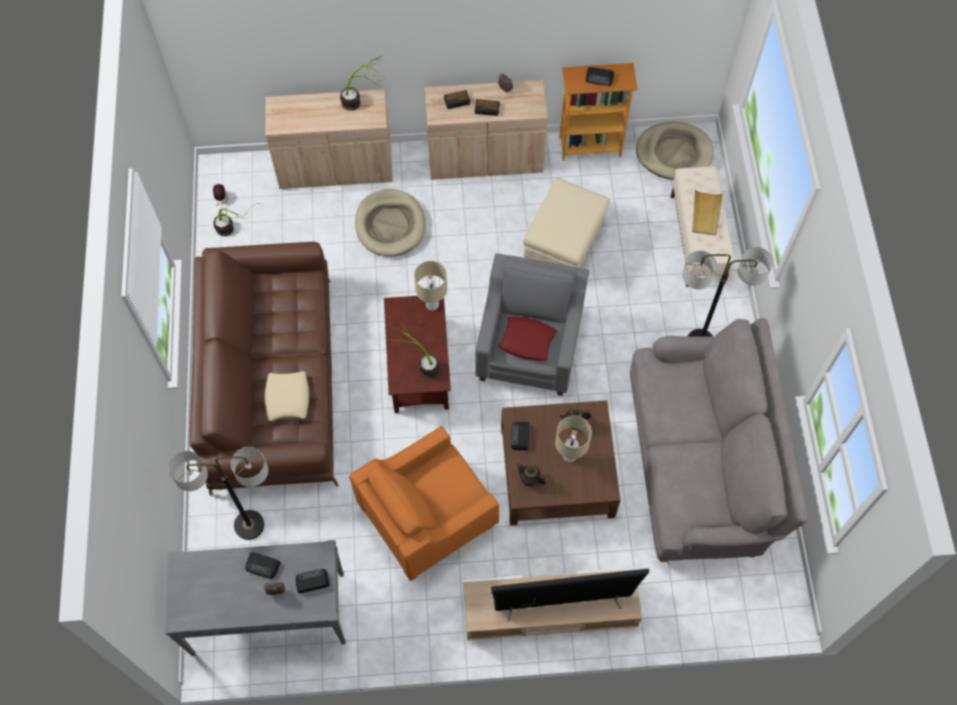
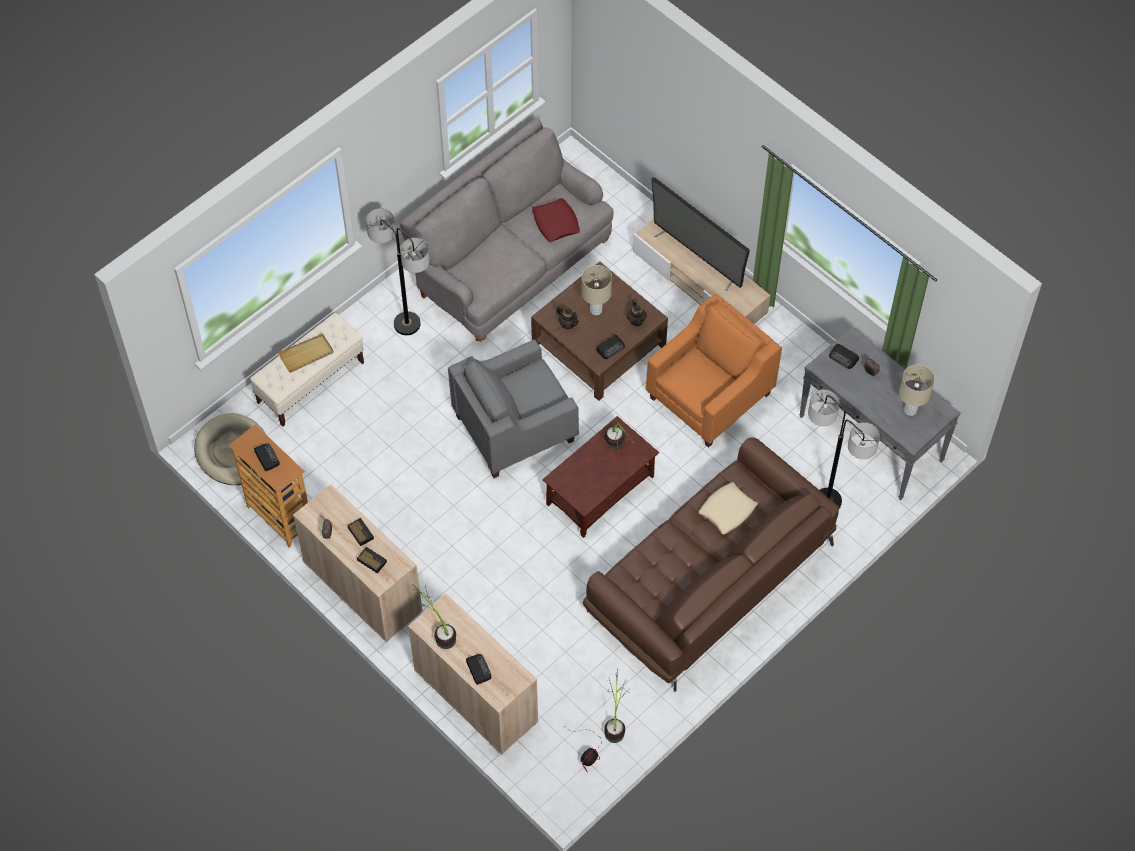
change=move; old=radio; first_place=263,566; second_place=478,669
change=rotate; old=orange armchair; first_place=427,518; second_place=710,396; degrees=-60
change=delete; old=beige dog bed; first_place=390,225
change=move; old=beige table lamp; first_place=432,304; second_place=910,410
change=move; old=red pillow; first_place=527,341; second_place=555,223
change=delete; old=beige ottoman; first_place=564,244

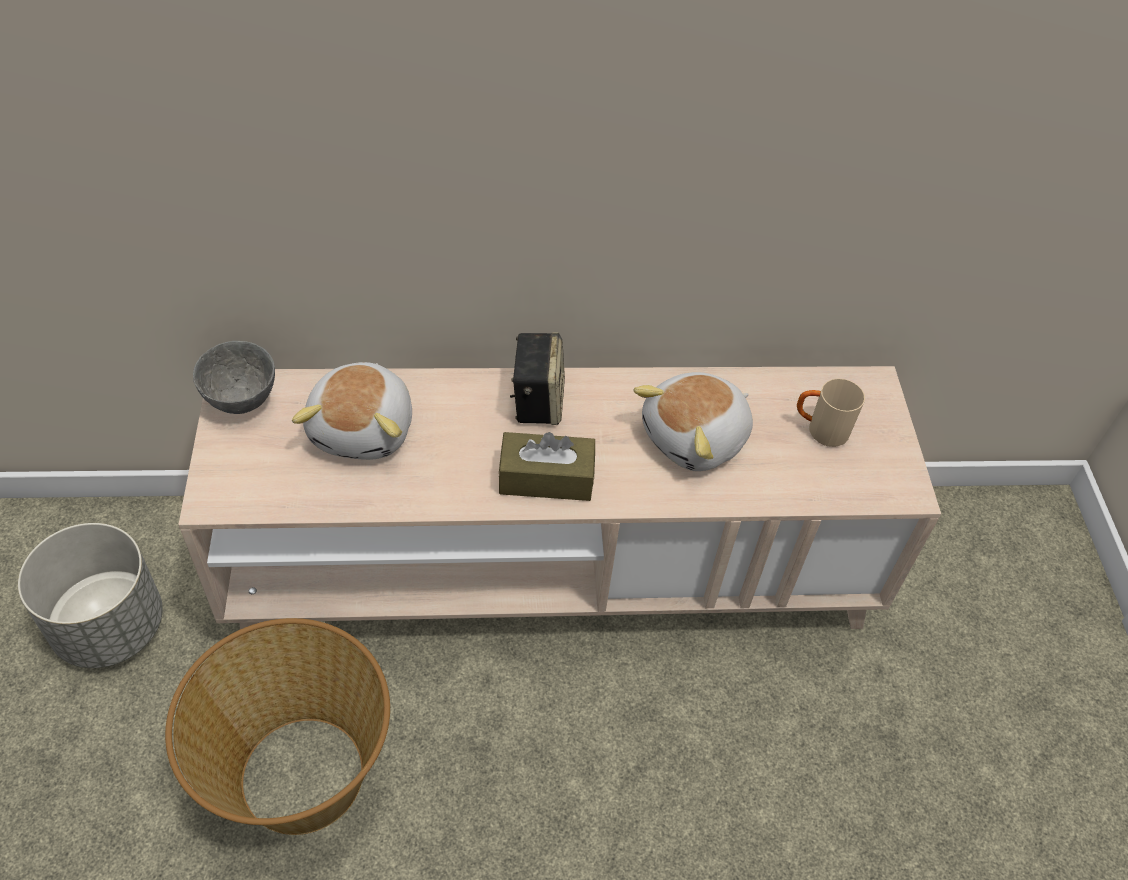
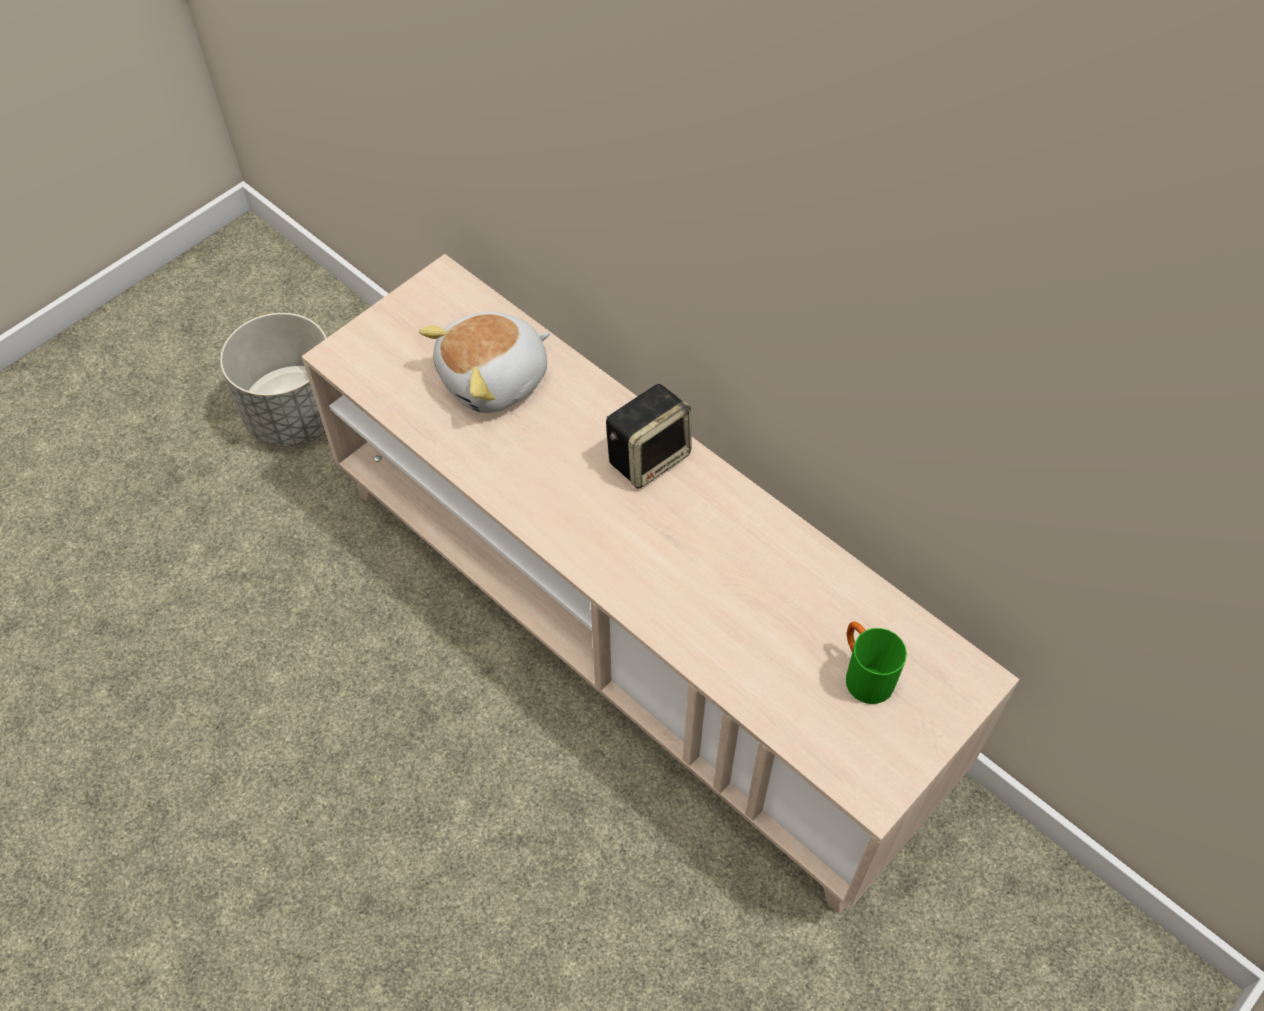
change=delete; old=basket; first_place=299,775
change=delete; old=grey bowl; first_place=243,400
change=delete; old=brown tissue box; first_place=546,478
change=delete; old=plush toy; first_place=696,438
change=recolor; old=beige mug; new=green mug; first_place=820,429; second_place=863,674

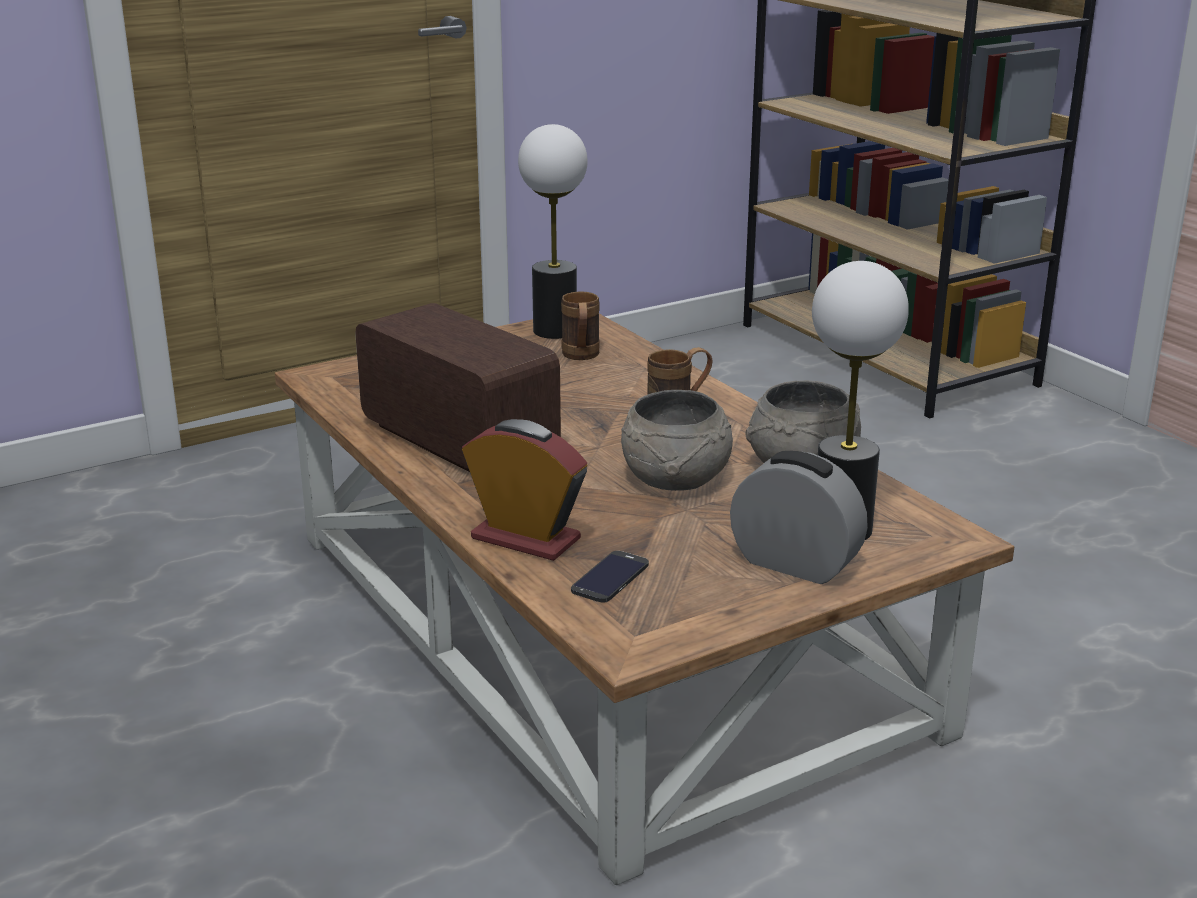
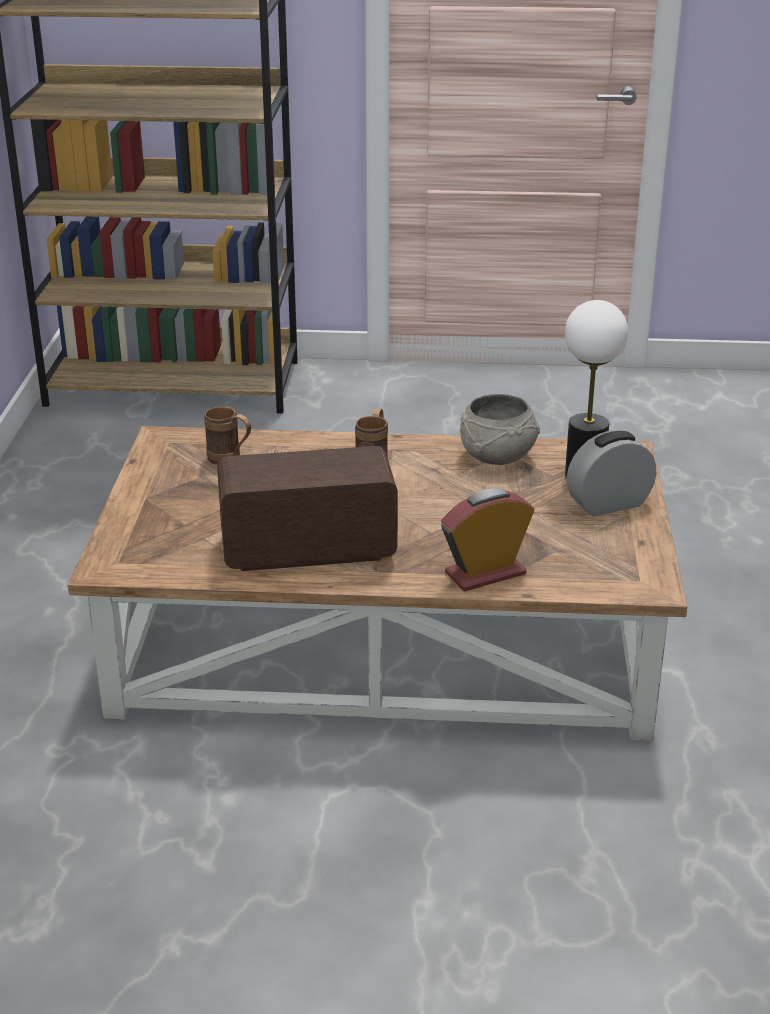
change=delete; old=table lamp; first_place=554,331
change=delete; old=phone; first_place=610,577
change=delete; old=grey bowl; first_place=677,479

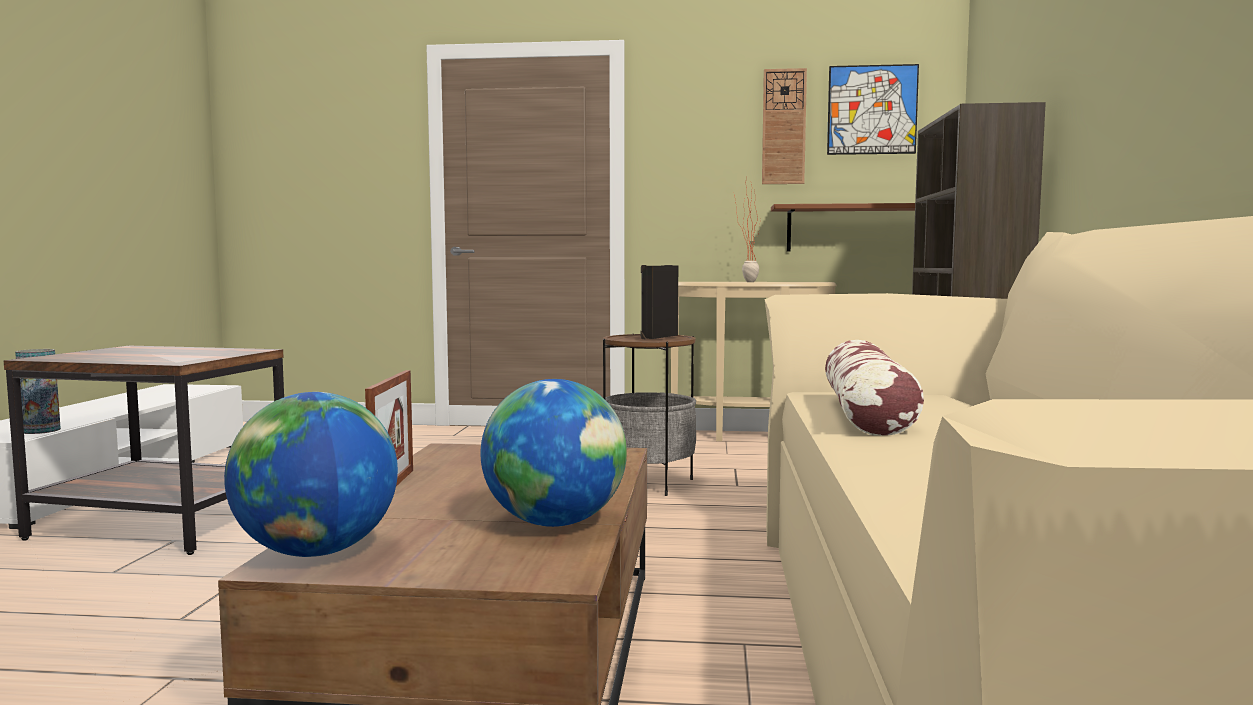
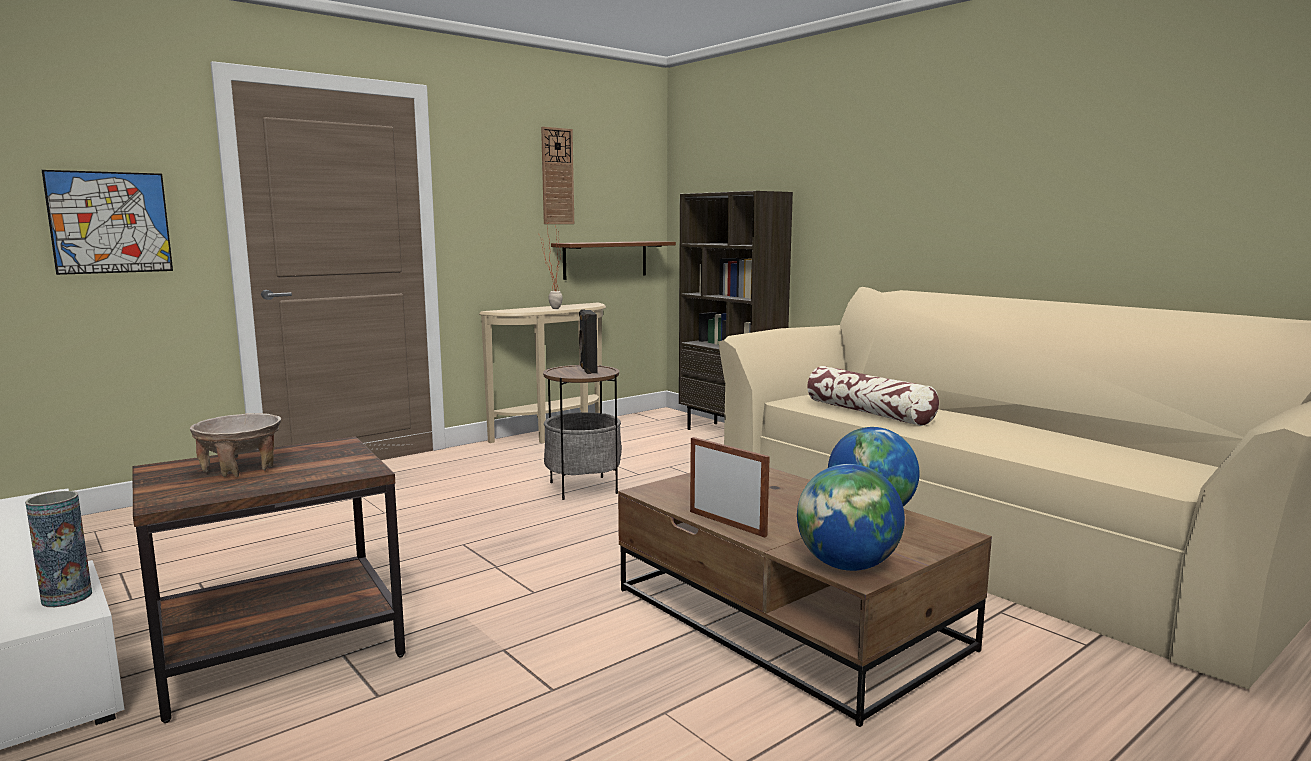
change=move; old=picture; first_place=872,110; second_place=110,222
change=insert; new=beige bowl; second_place=241,468

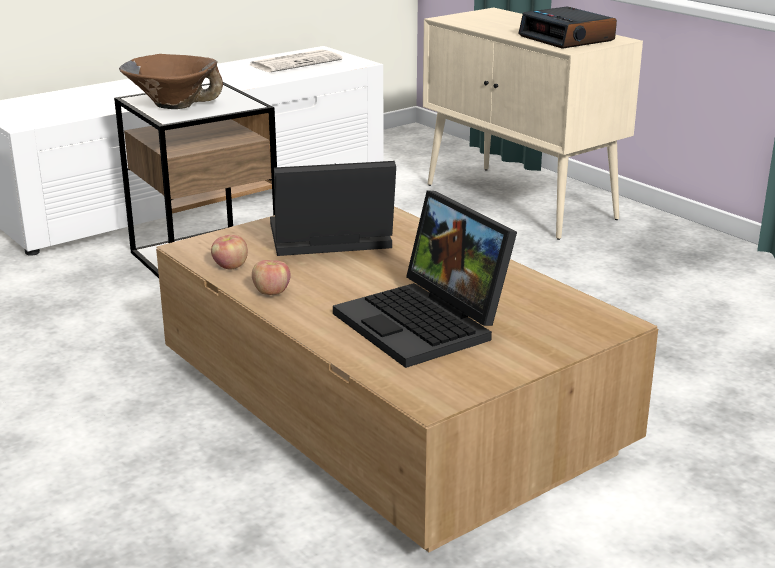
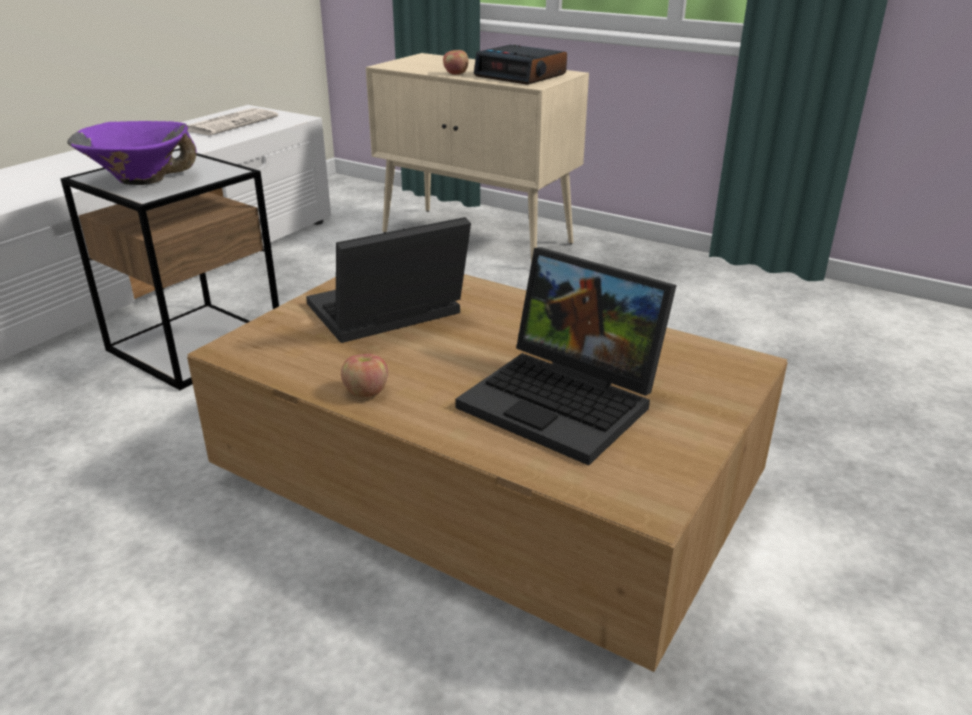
change=recolor; old=brown bowl; new=purple bowl; first_place=173,105; second_place=141,180
change=move; old=apple; first_place=230,266; second_place=456,74

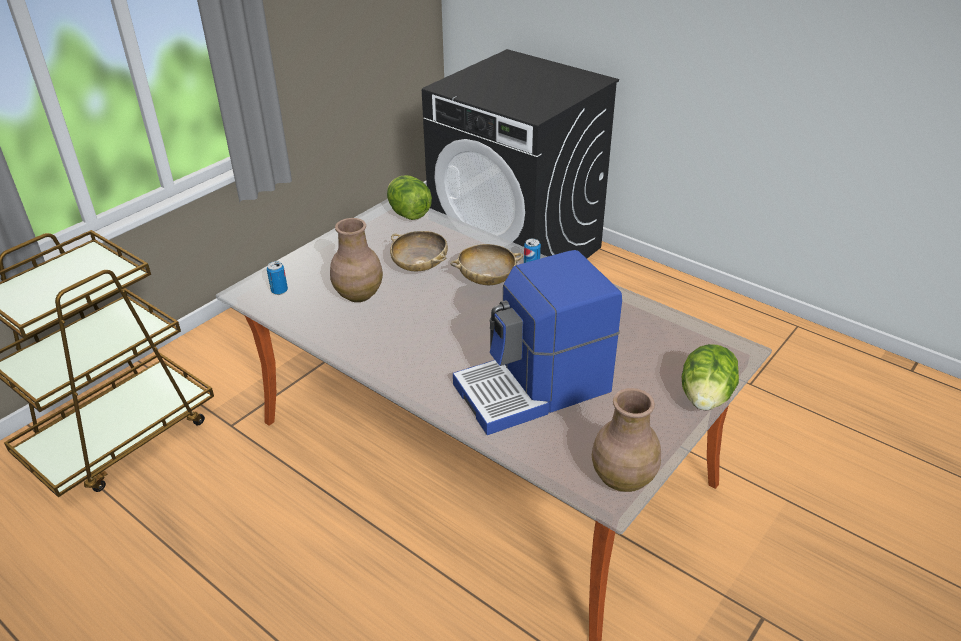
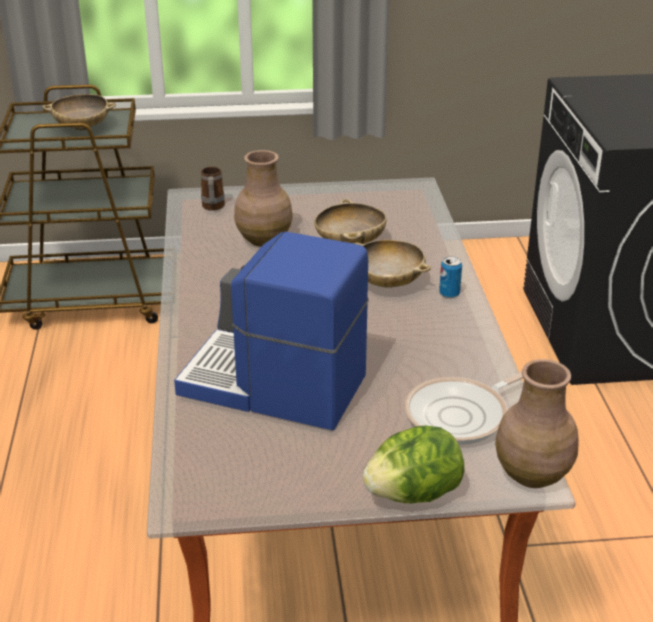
change=replace; old=can; new=mug; first_place=279,291; second_place=213,208
change=delete; old=lettuce; first_place=409,213
change=move; old=brown vase; first_place=623,478; second_place=533,474
change=insert; new=beige bowl; second_place=82,128
change=insert; new=frying pan; second_place=461,415

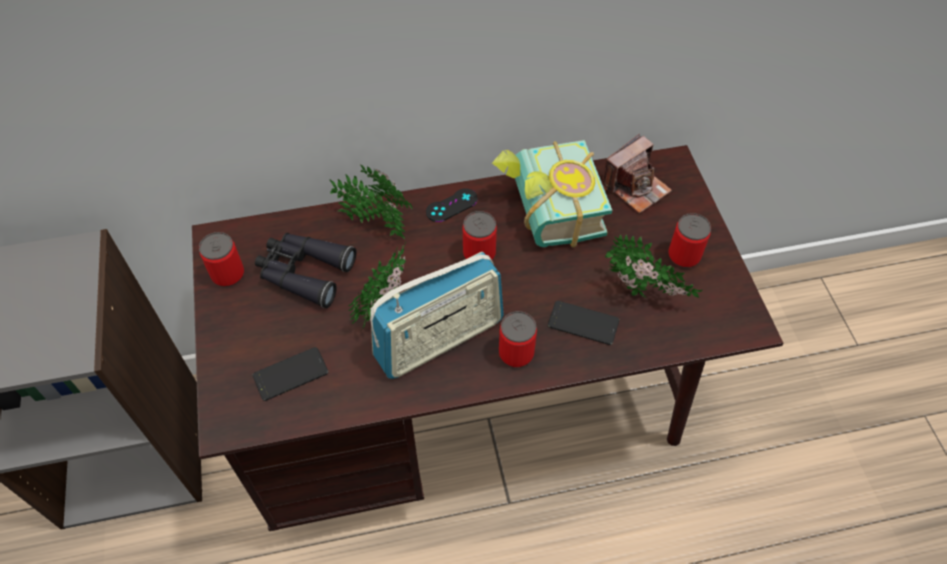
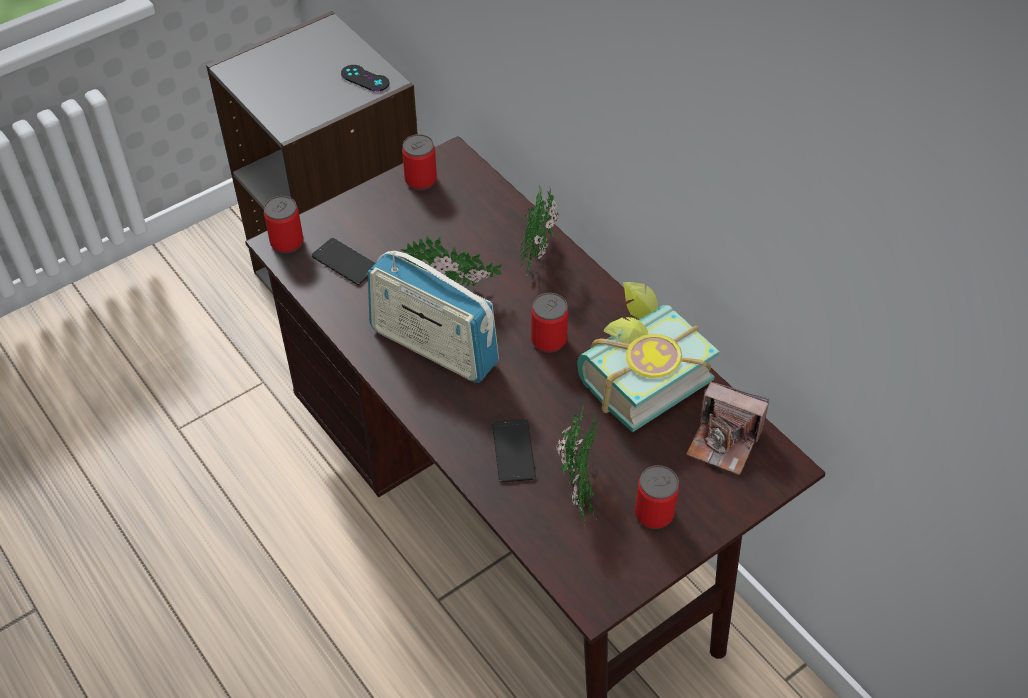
change=delete; old=black binoculars; first_place=304,272
change=move; old=black game controller; first_place=451,205; second_place=365,78
change=move; old=can; first_place=516,353; second_place=287,242

